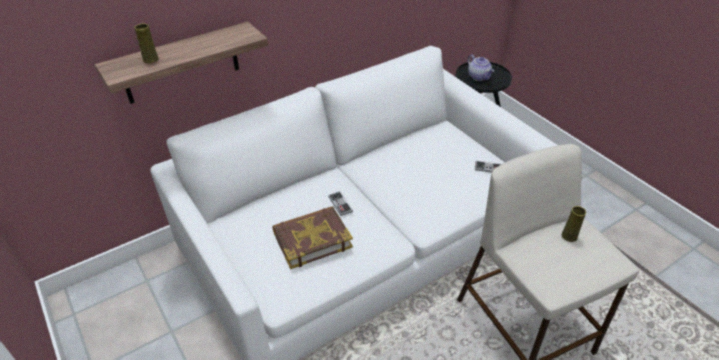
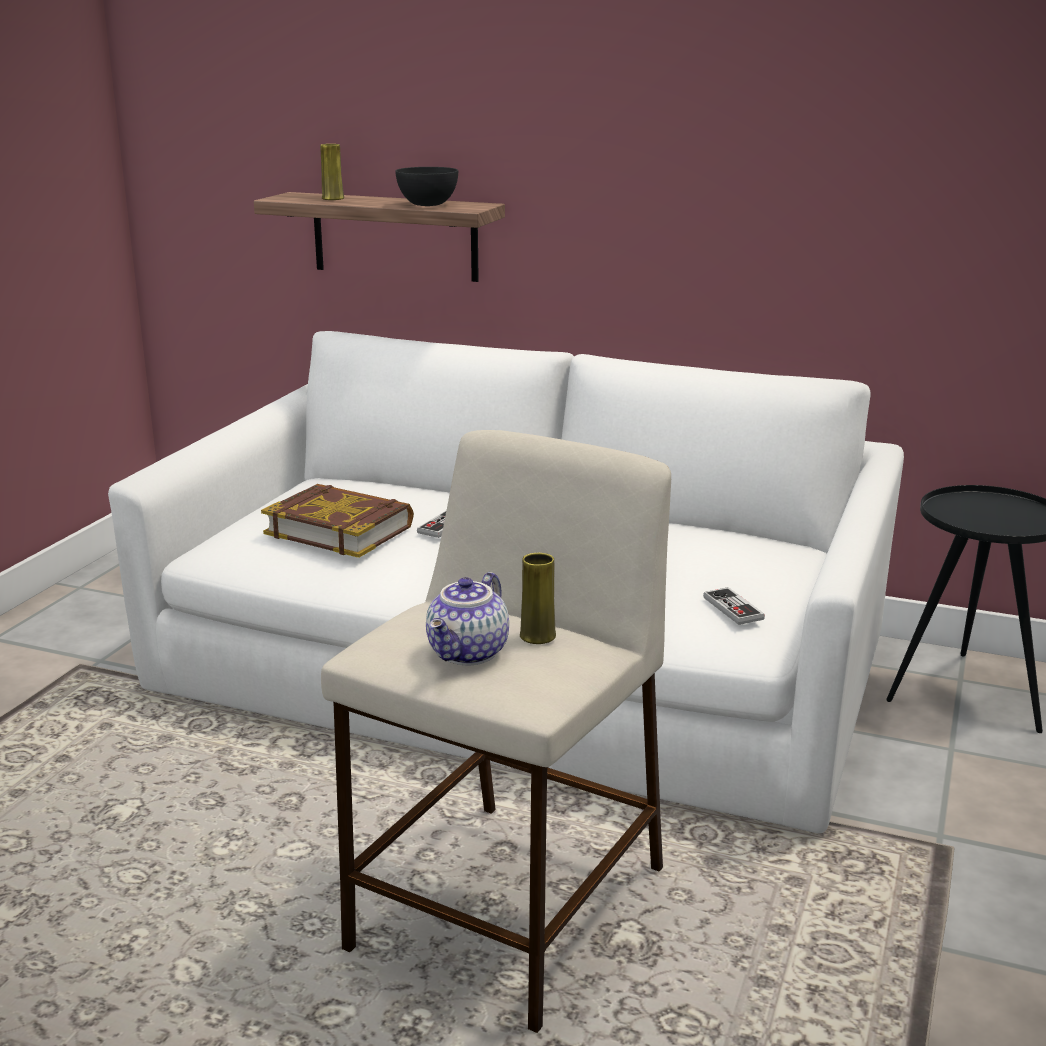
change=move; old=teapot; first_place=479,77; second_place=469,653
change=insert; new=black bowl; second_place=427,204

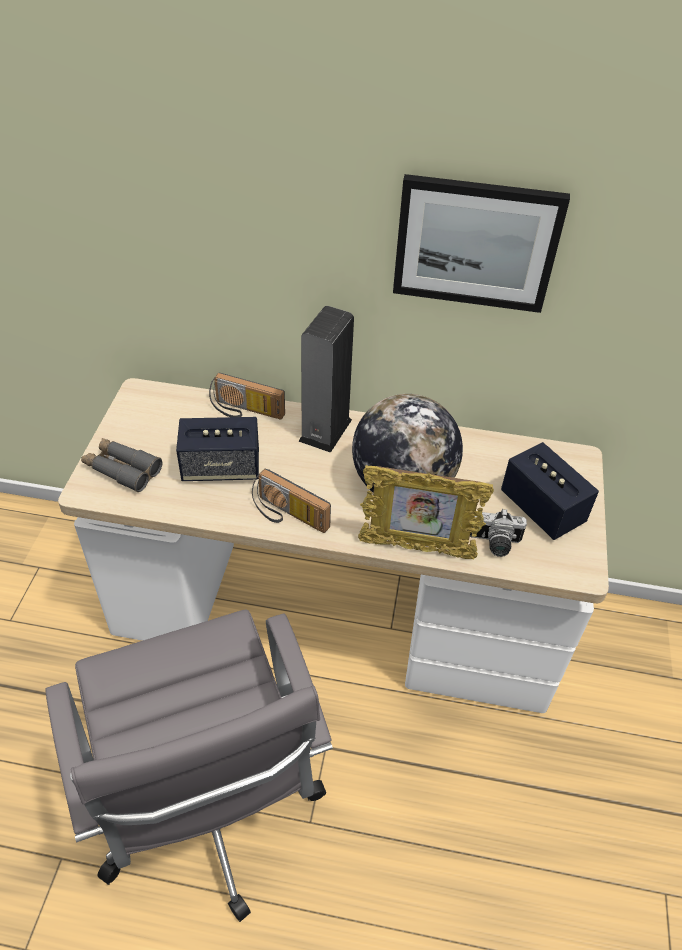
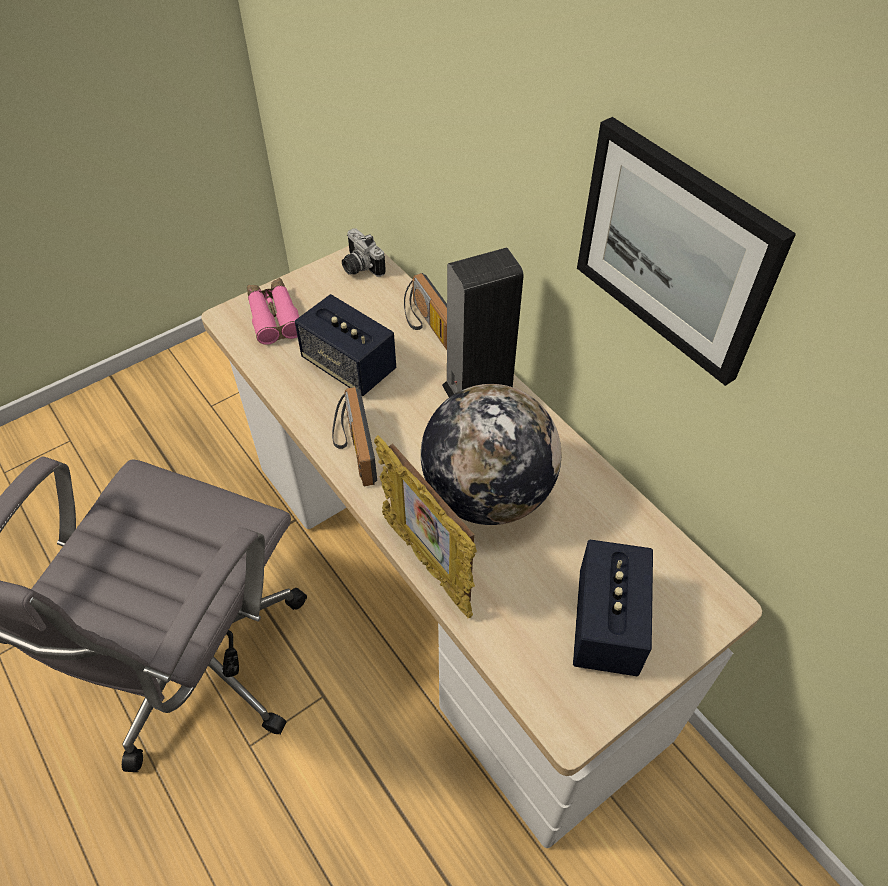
change=recolor; old=grey binoculars; new=pink binoculars; first_place=122,469; second_place=274,316
change=move; old=photo camera; first_place=494,544; second_place=359,267

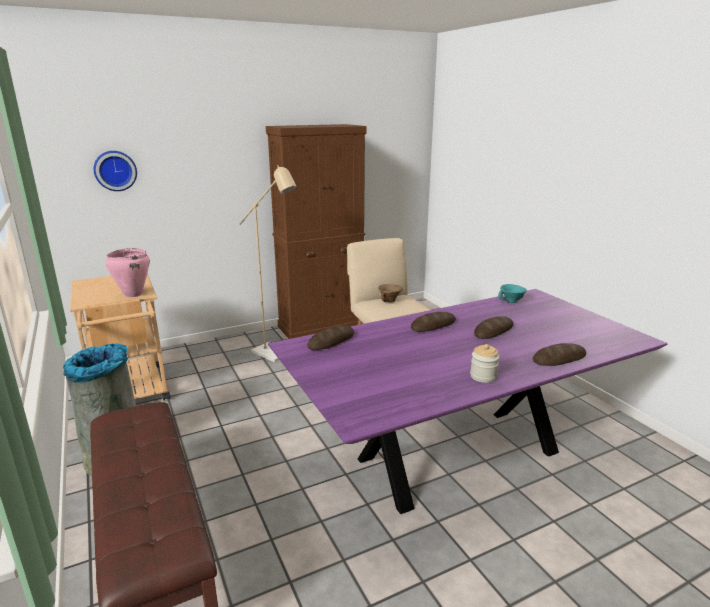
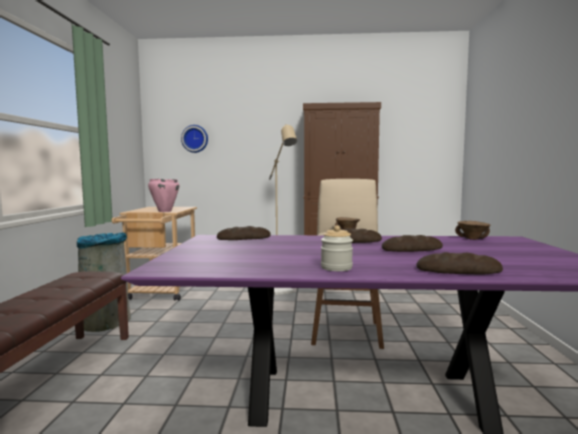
change=recolor; old=turquoise bowl; new=brown bowl; first_place=511,301; second_place=472,239

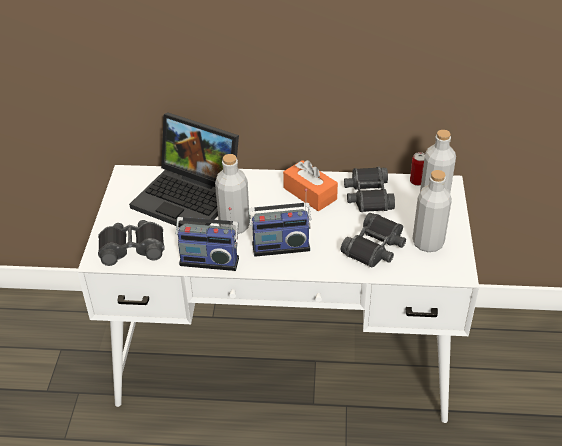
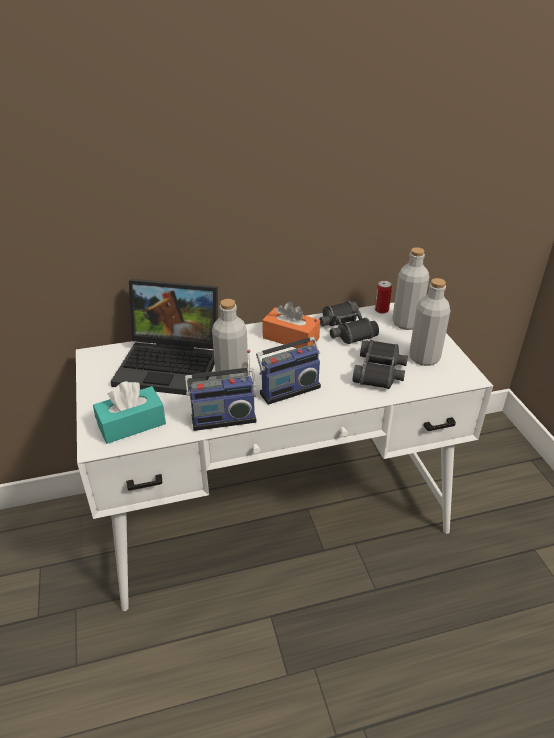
change=replace; old=black binoculars; new=turquoise tissue box; first_place=132,247; second_place=131,424

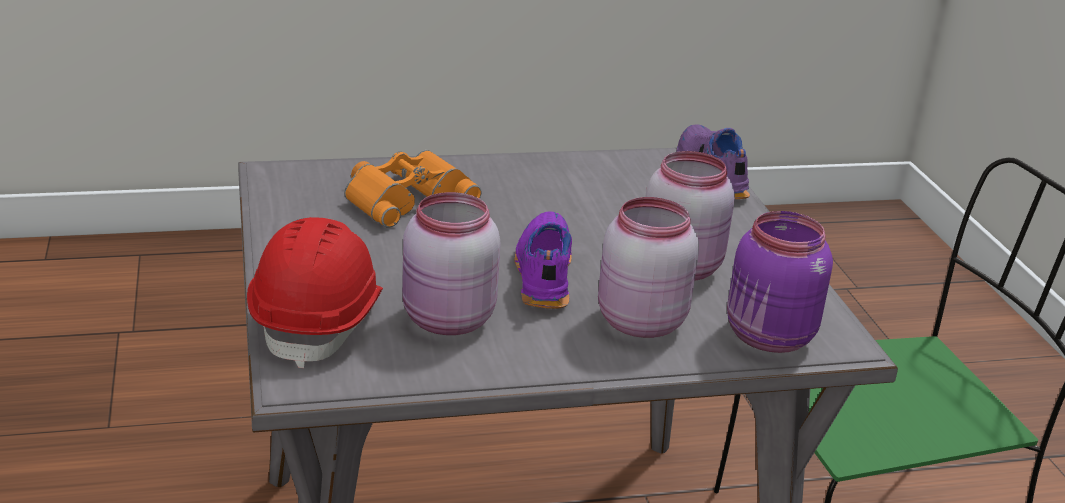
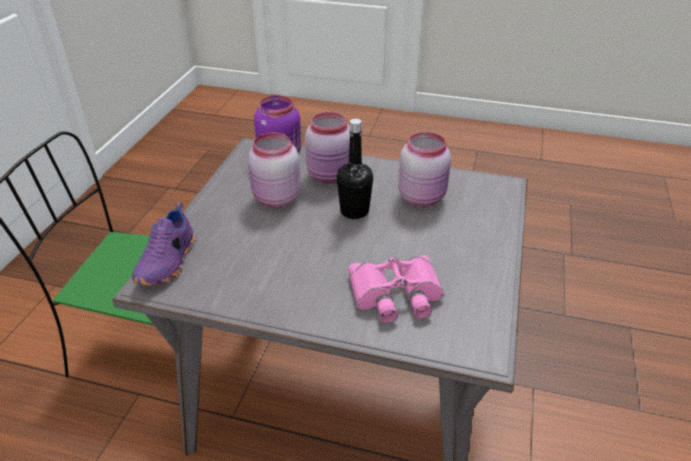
change=delete; old=red hard hat; first_place=319,321
change=recolor; old=orange binoculars; new=pink binoculars; first_place=406,197; second_place=396,295
change=replace; old=purple shoe; new=black bottle; first_place=542,275; second_place=354,211

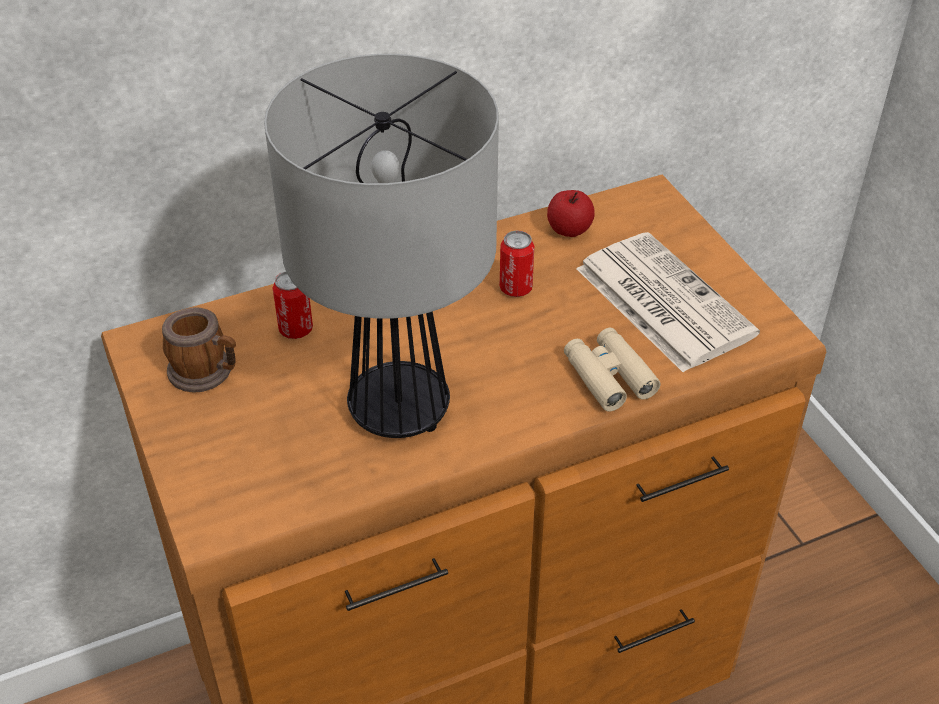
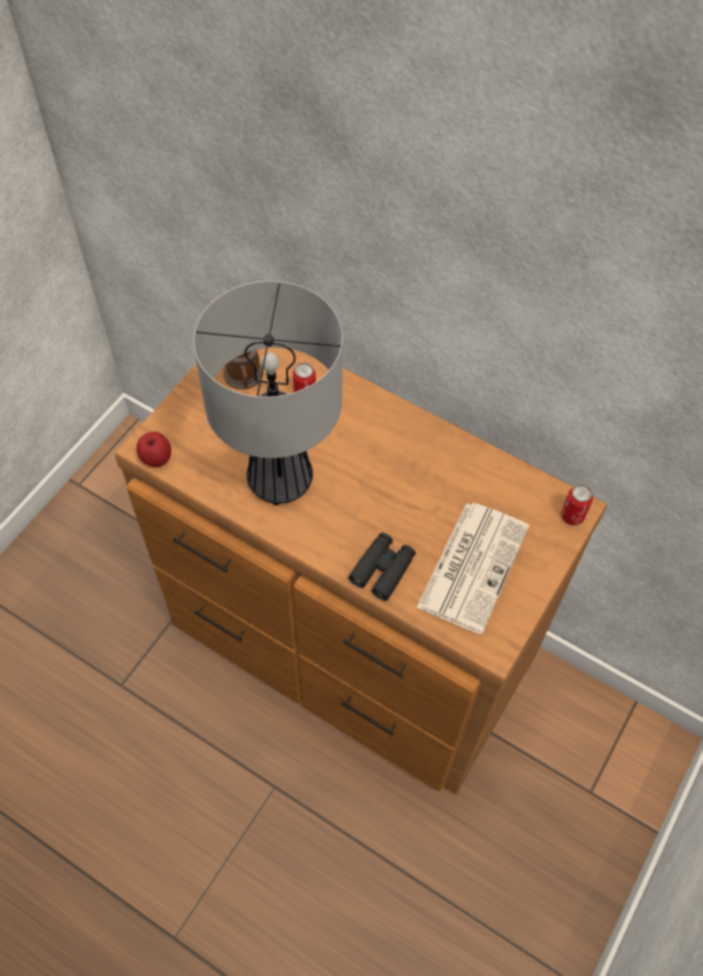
change=move; old=can; first_place=515,288; second_place=572,516
change=move; old=apple; first_place=569,230; second_place=156,458
change=recolor; old=beige binoculars; new=black binoculars; first_place=609,377; second_place=382,569

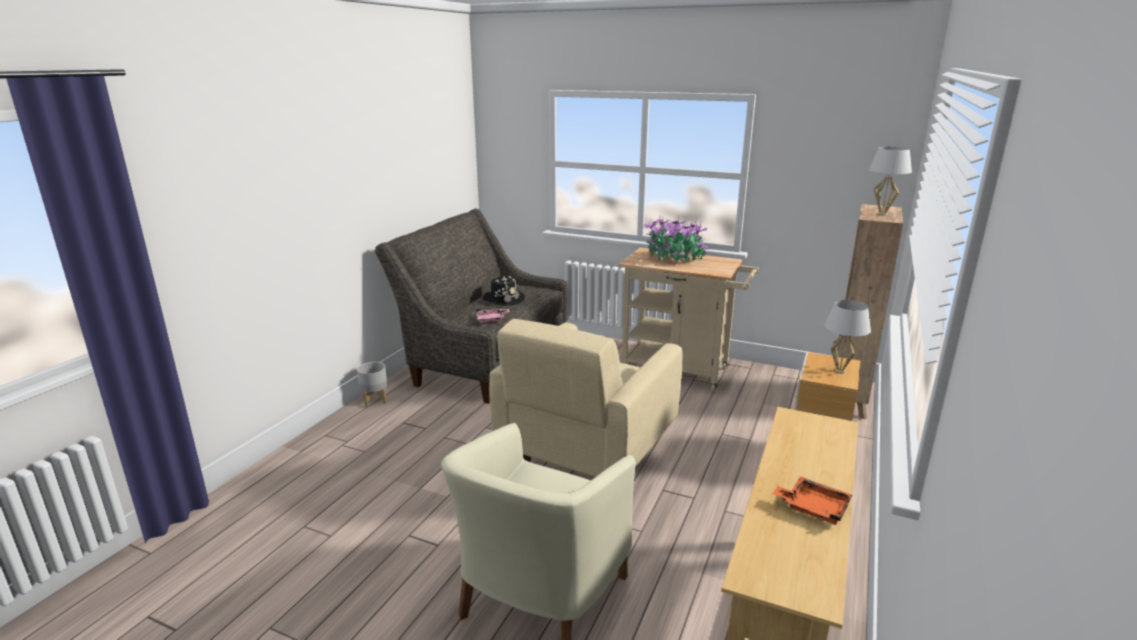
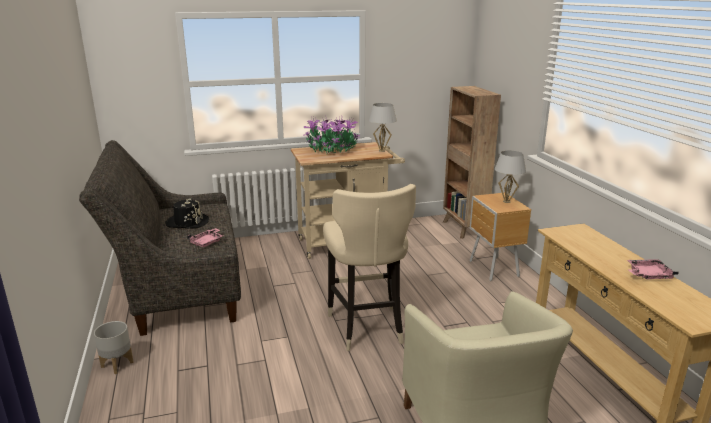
change=replace; old=beige armchair; new=beige stool; first_place=585,456; second_place=366,327
change=recolor; old=orange tray; new=pink tray; first_place=813,507; second_place=648,275
change=move; old=white table lamp; first_place=882,214; second_place=382,150

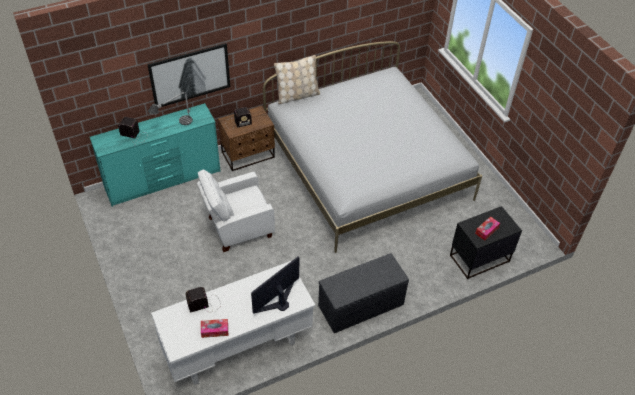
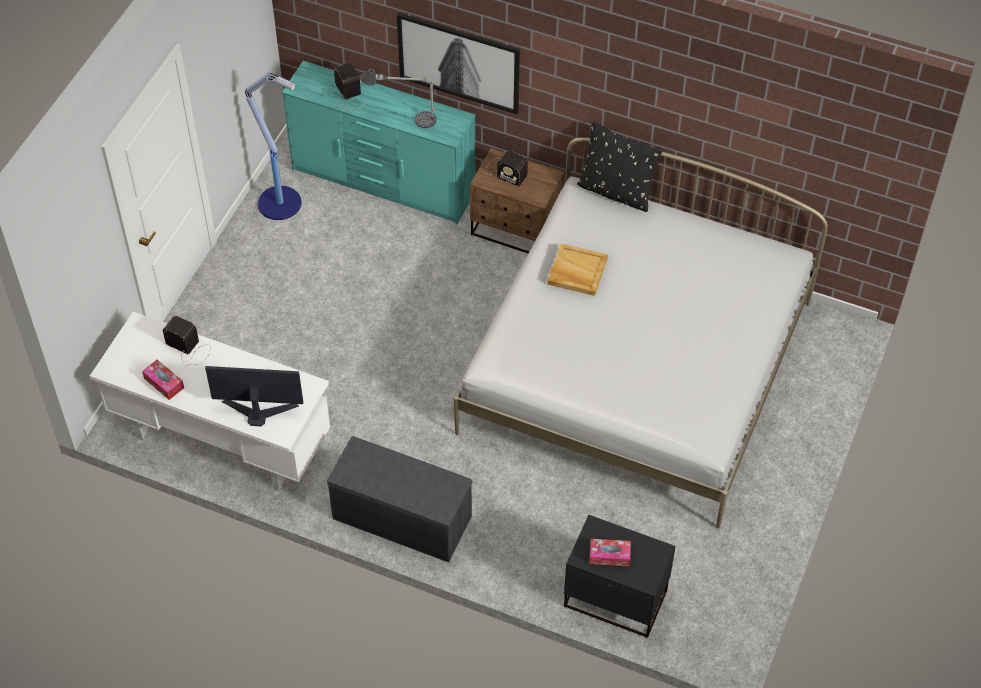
change=delete; old=white armchair; first_place=237,227
change=recolor; old=beige pillow; new=black pillow; first_place=297,95; second_place=616,192
change=insert; new=floor lamp; second_place=281,203
change=insert; new=beige tray; second_place=576,271

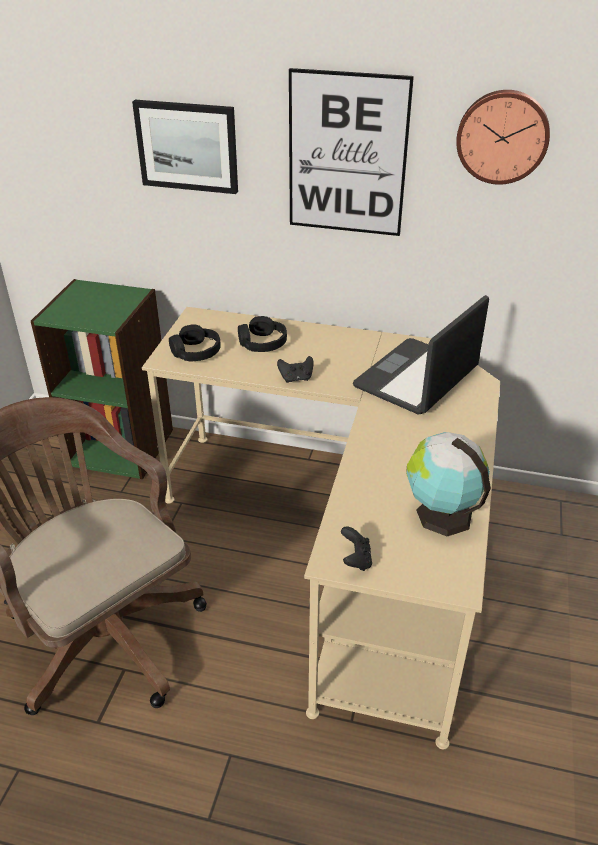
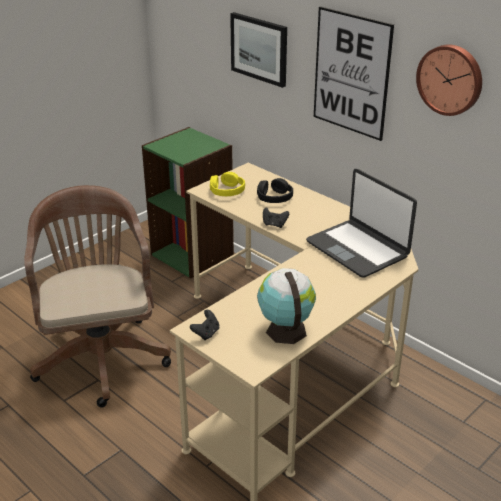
change=recolor; old=black headphones; new=yellow headphones; first_place=196,352; second_place=227,191
change=rotate; old=laptop; first_place=417,378; second_place=358,249; degrees=-105

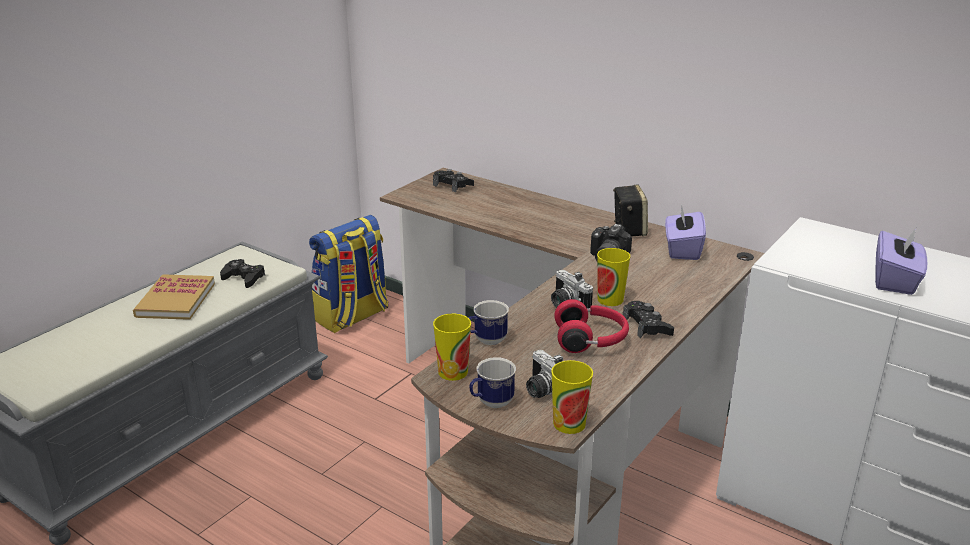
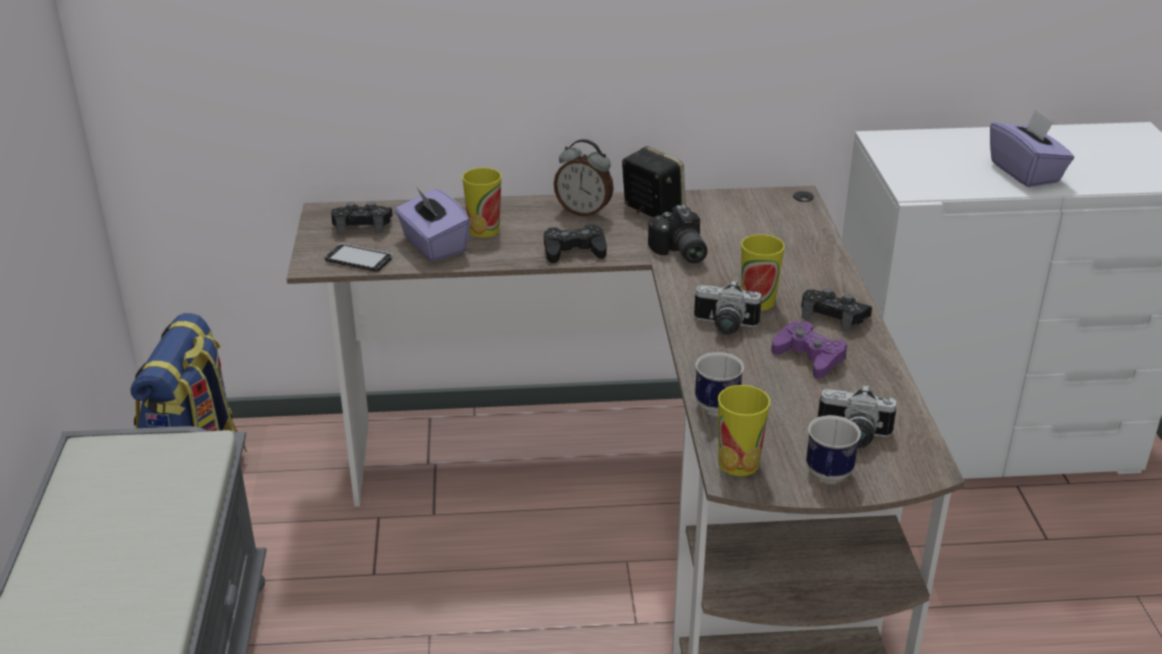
change=delete; old=book; first_place=176,300
change=move; old=black game controller; first_place=243,278; second_place=574,251
change=move; old=cup; first_place=569,423; second_place=484,230
change=replace; old=red headphones; new=purple game controller; first_place=591,340; second_place=809,357
change=move; old=purple tissue box; first_place=682,249; second_place=433,245
change=insert; new=phone; second_place=359,260
change=insert; new=alarm clock; second_place=584,212

